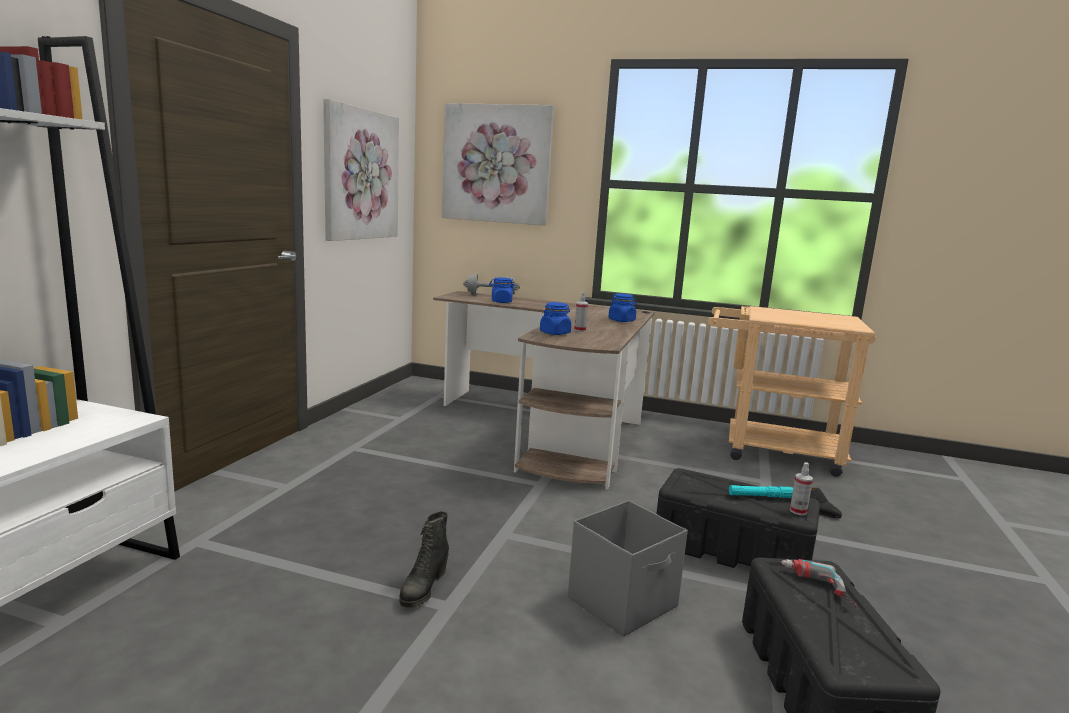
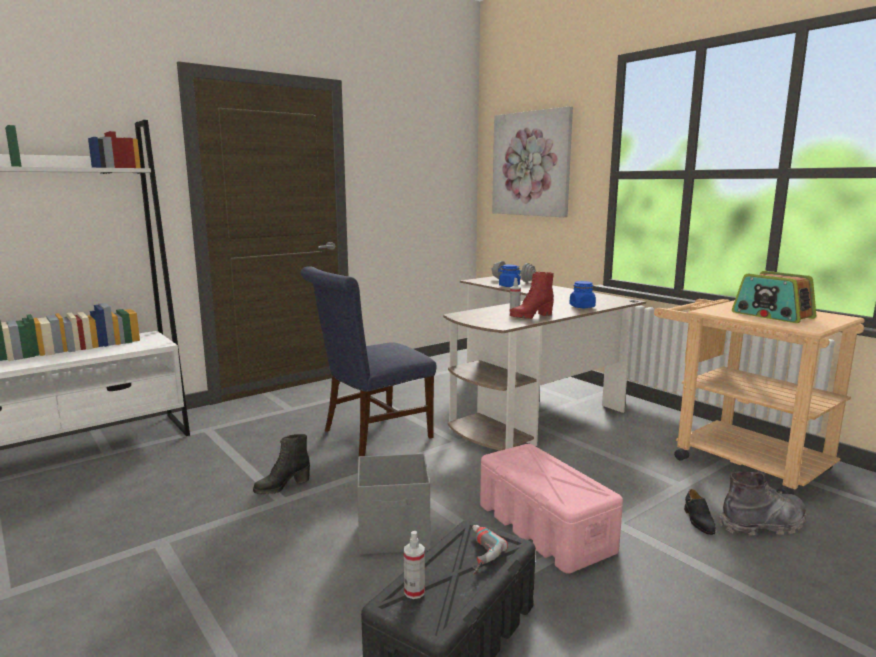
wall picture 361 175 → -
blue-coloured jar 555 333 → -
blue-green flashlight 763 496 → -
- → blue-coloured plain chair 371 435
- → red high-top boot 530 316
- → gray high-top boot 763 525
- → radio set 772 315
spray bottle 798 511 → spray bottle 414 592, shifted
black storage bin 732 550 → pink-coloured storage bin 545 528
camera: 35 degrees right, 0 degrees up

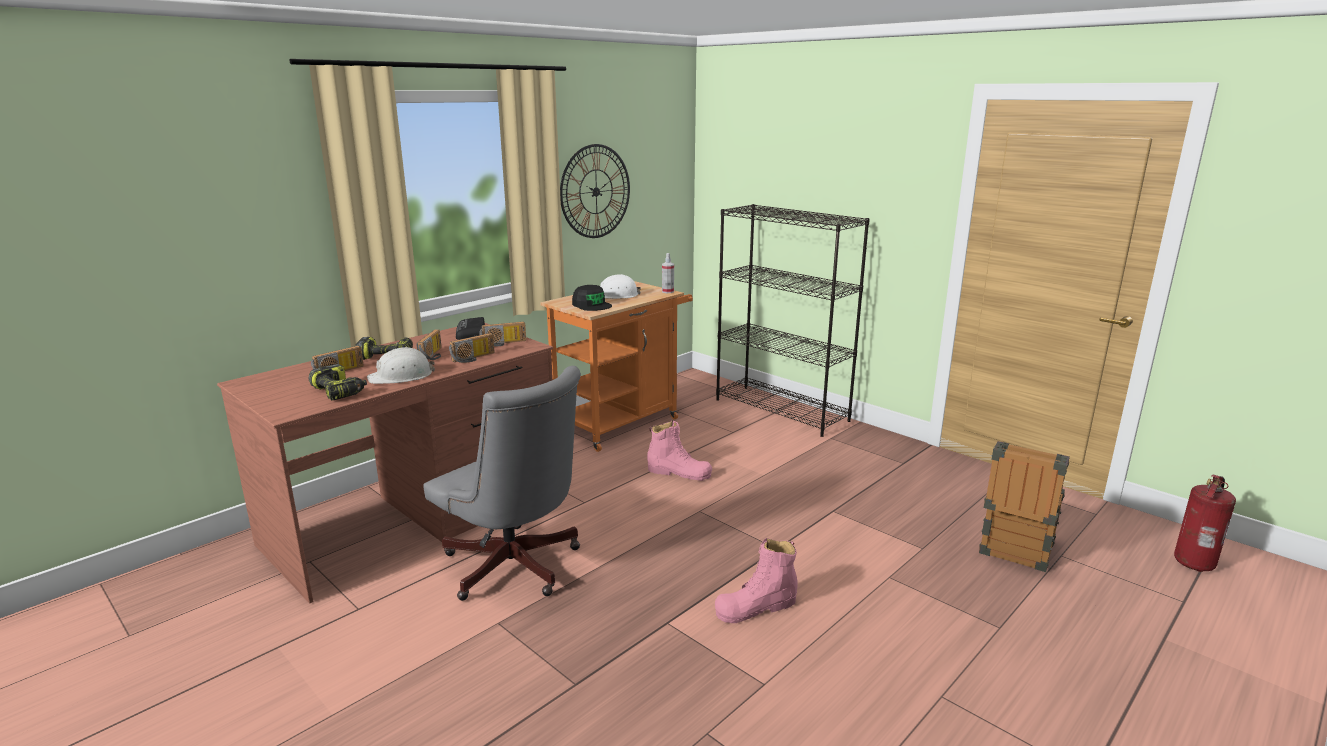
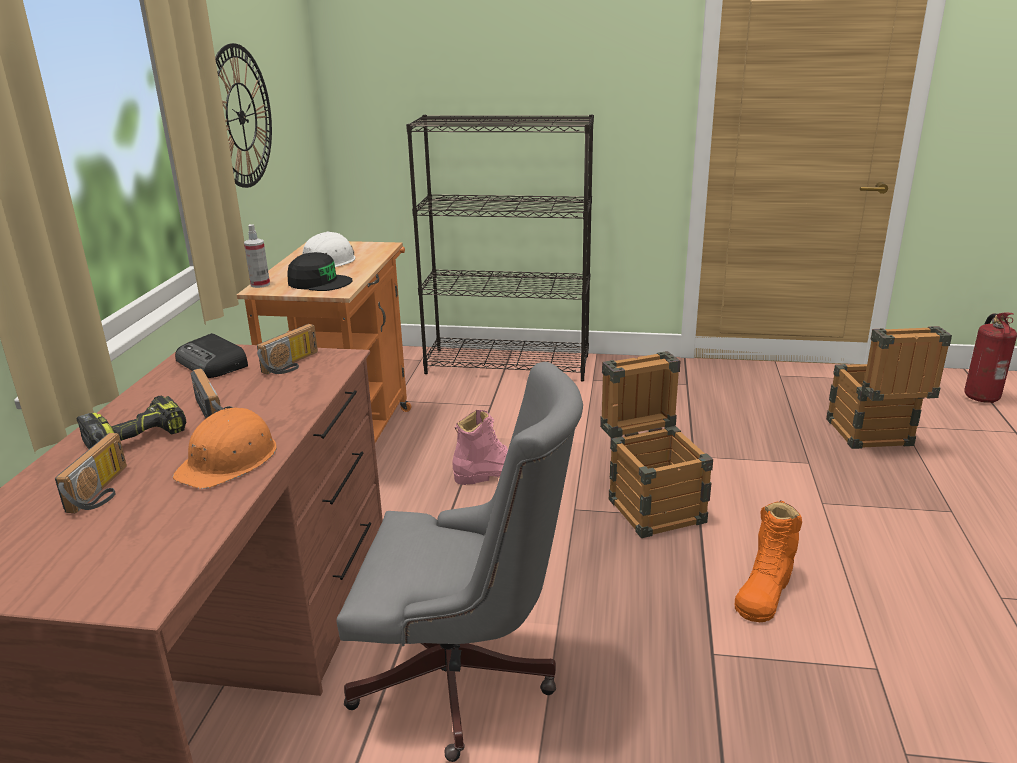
electric drill 340 391 → -
radio set 474 358 → -
- → shipping crate 651 504
spray bottle 668 291 → spray bottle 260 284, shifted
white-coloured hard hat 401 376 → orangey hard hat 229 460
pink-coloured high-top boot 756 607 → orangey high-top boot 764 590
camera: 35 degrees left, 5 degrees up

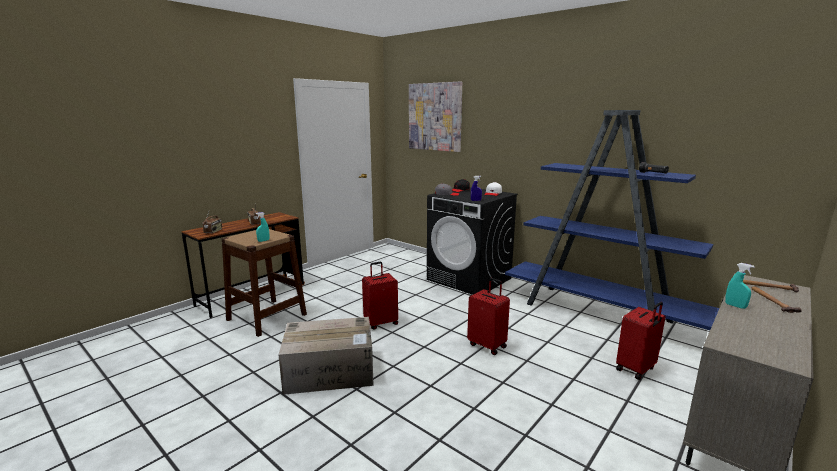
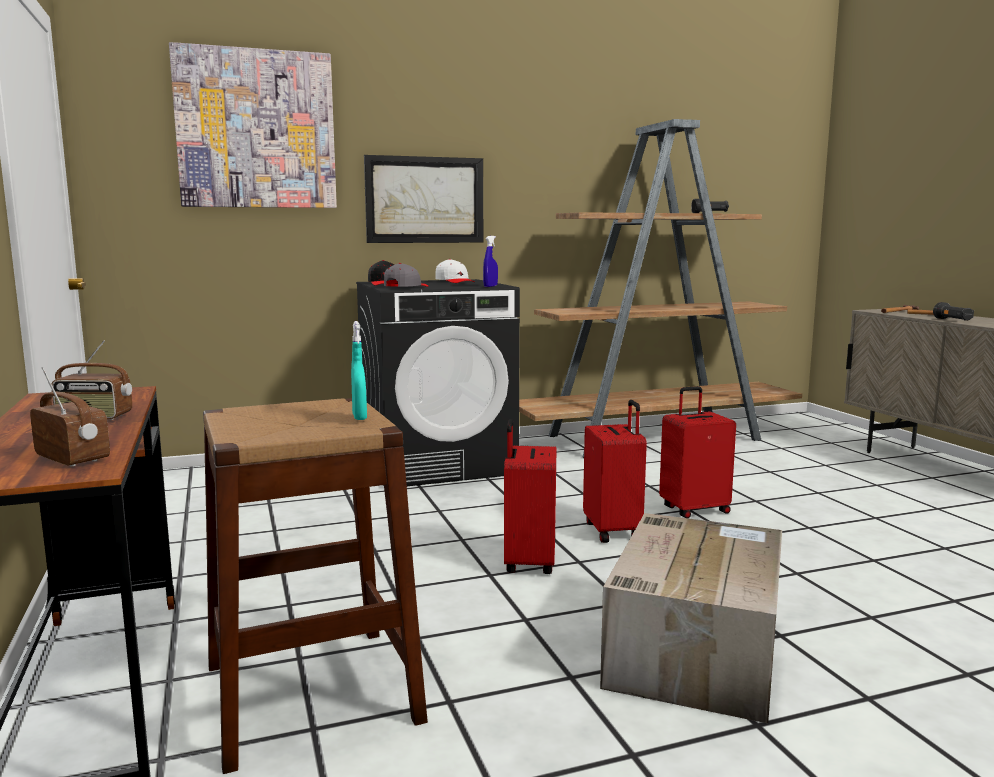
- → wall picture 424 200
red suitcase 636 369 → red suitcase 614 531, shifted
blue-green spray bottle 735 306 → black flashlight 953 320
blue-coloured bookshelf 599 313 → brown-coloured bookshelf 656 438
camera: 60 degrees left, 5 degrees down

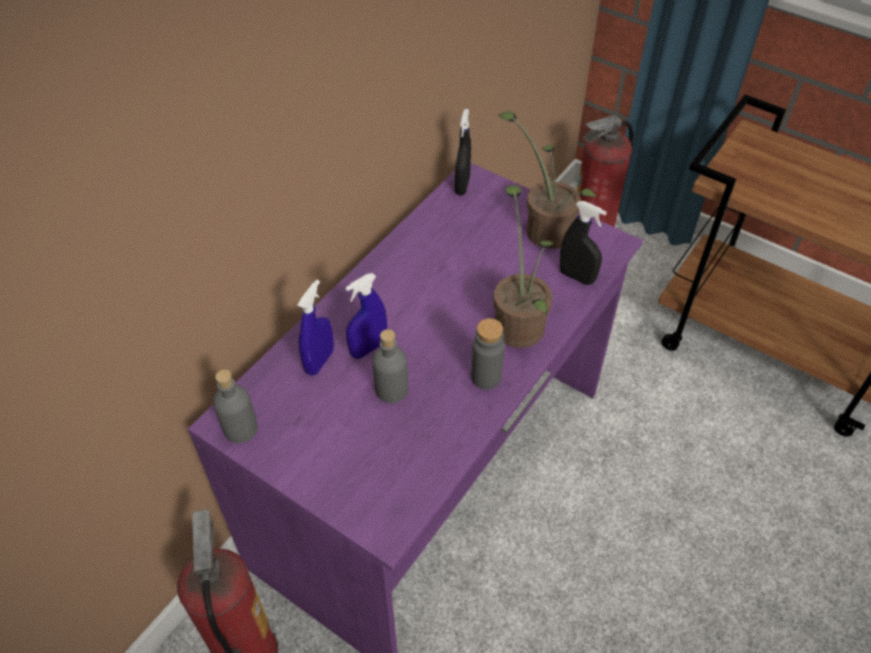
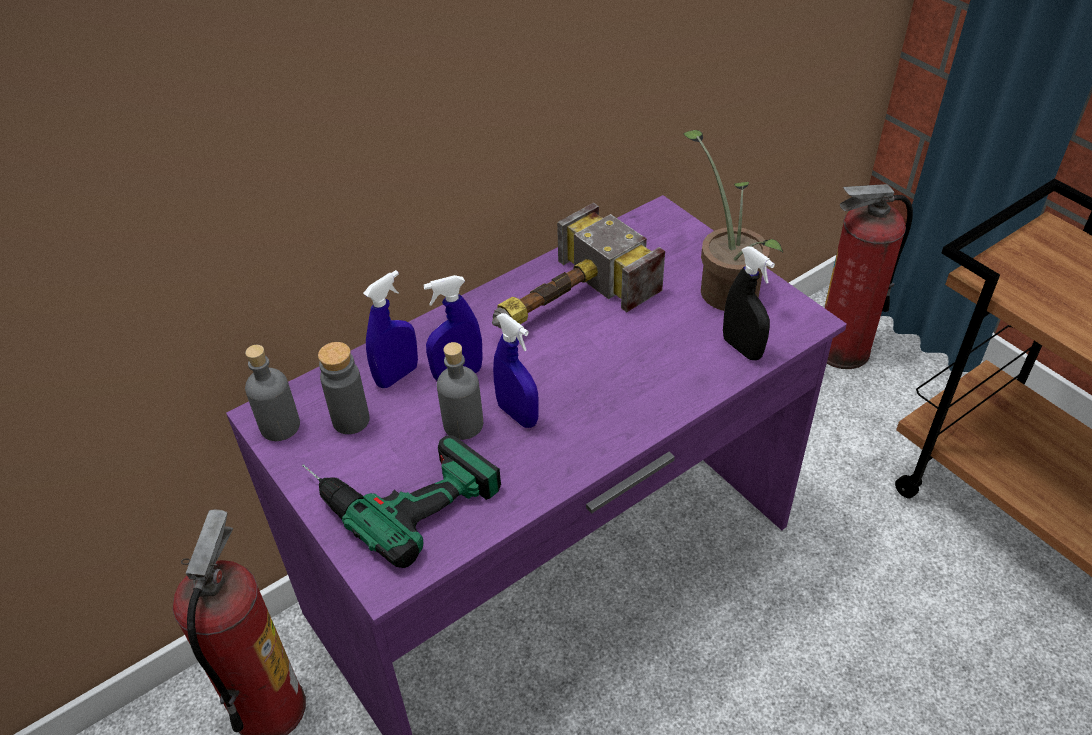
black spray bottle 462 185 → -
plant in a pot 519 321 → -
- → electric drill 397 488
- → tool hammer 563 303
- → blue-coloured spray bottle 517 415
gray bottle 486 377 → gray bottle 351 420, shifted
camera: 20 degrees right, 5 degrees down

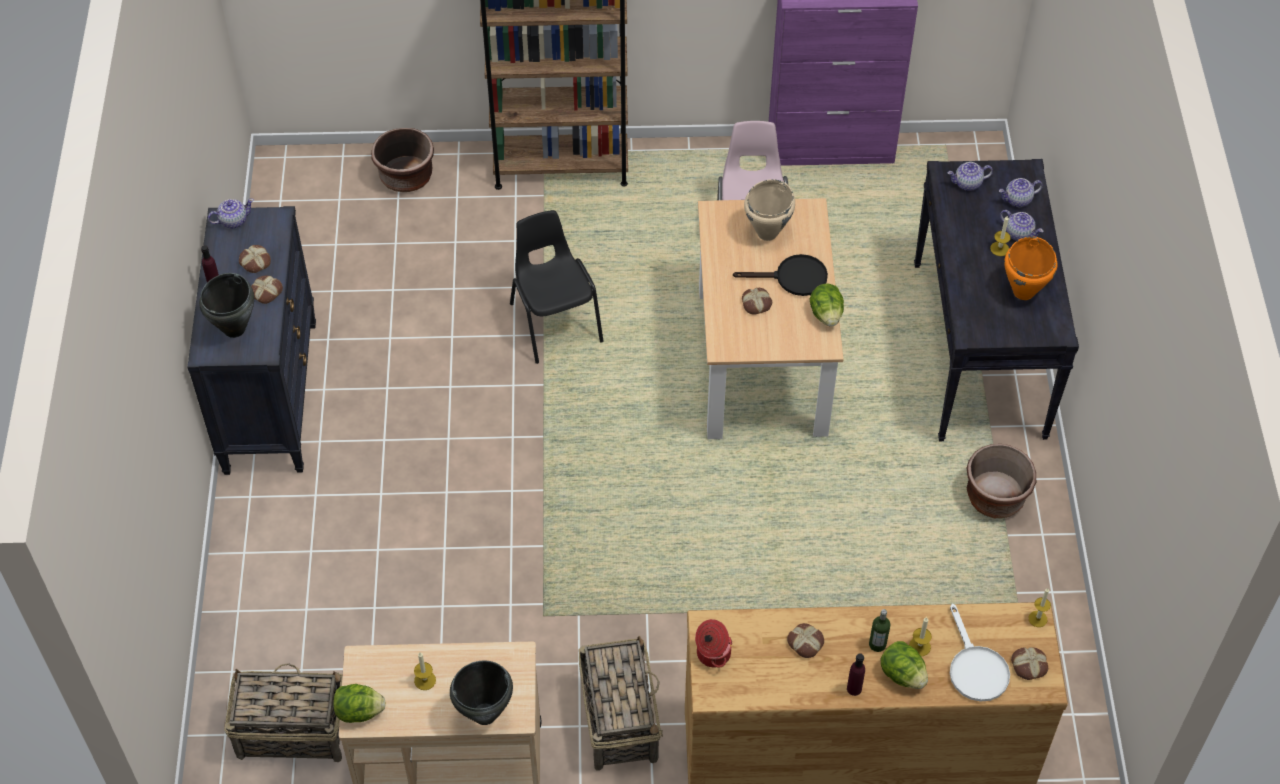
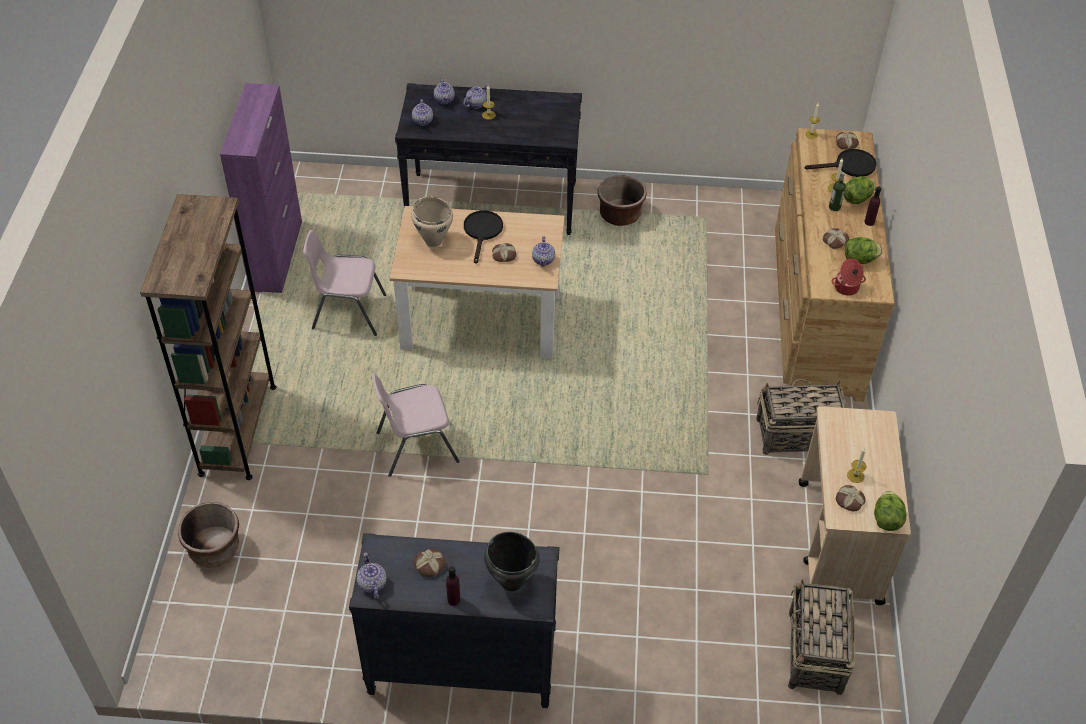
black stockpot 485 714 → -
orangey stockpot 1024 292 → -
- → teapot 543 260
baked bread 266 291 → baked bread 849 501, shifted
head of lettuce 826 314 → head of lettuce 859 260, shifted
black plain chair 555 321 → pink-coloured plain chair 416 446
white-coloured skillet 975 668 → black skillet 849 166
camera: 85 degrees left, 5 degrees down

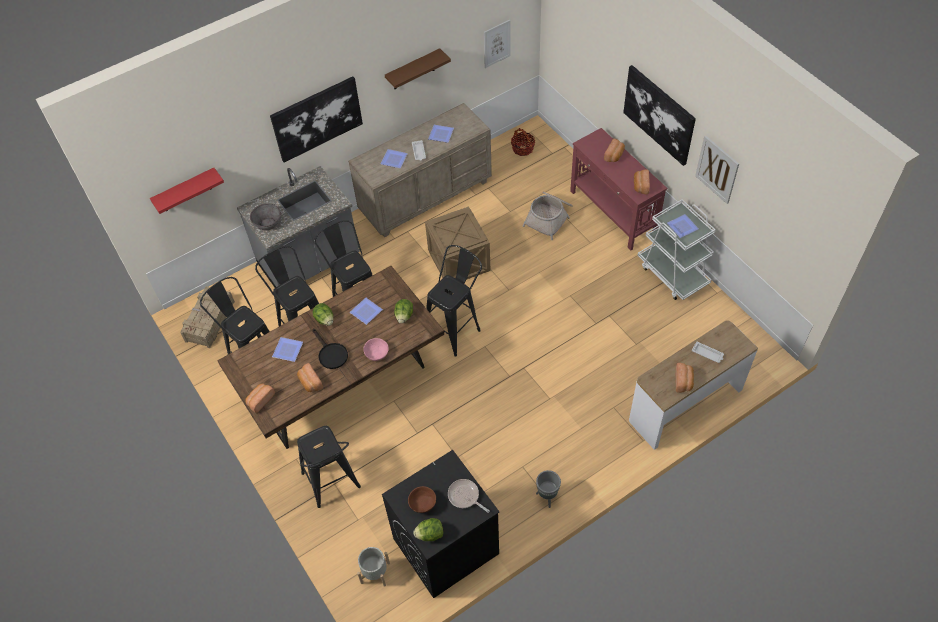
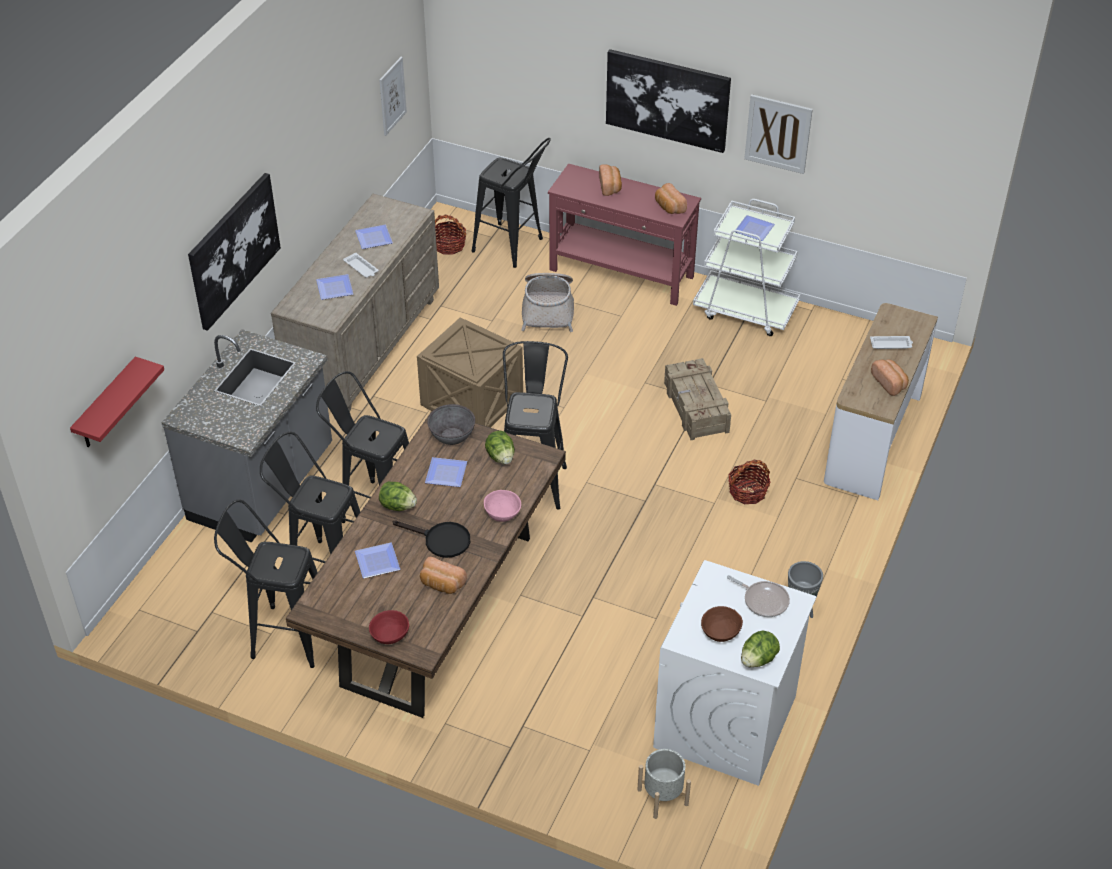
brown-coloured shelf 413 70 → -
- → basket 747 492
shipping crate 209 322 → shipping crate 695 408, shifted
gray bowl 268 223 → gray bowl 452 435, shifted
black sitting stool 333 485 → black sitting stool 513 248, shifted
baked bread 260 400 → red bowl 390 635
black laundry machine 445 547 → white-coloured laundry machine 725 722
skillet 465 496 → skillet 763 600, 150 degrees counterclockwise
camera: 35 degrees left, 10 degrees down

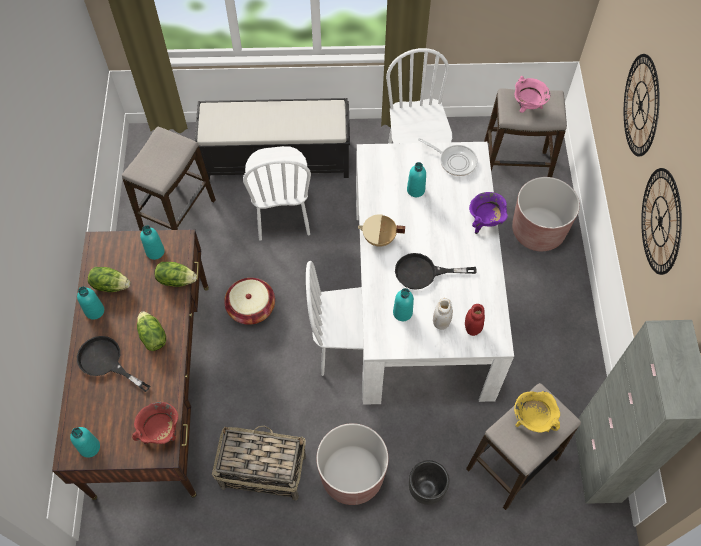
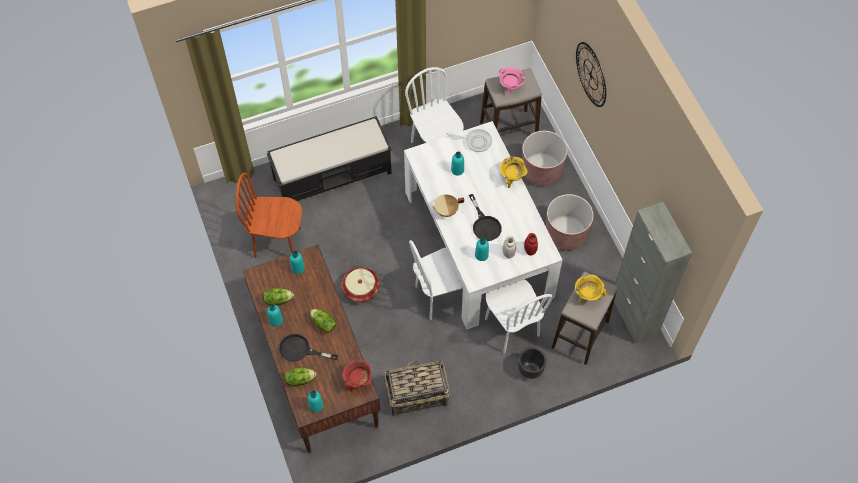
wall clock 661 221 → -
head of lettuce 176 279 → head of lettuce 300 379, shifted
white-coloured plain chair 282 216 → white-coloured plain chair 511 327, shifted
brown-coloured plant pot 352 475 → brown-coloured plant pot 566 234, shifted
sitting stool 178 217 → brown-coloured plain chair 277 242
purplish stockpot 485 222 → yellow-coloured stockpot 512 178
black skillet 423 273 → black skillet 484 224, 90 degrees counterclockwise
camera: 20 degrees left, 0 degrees up

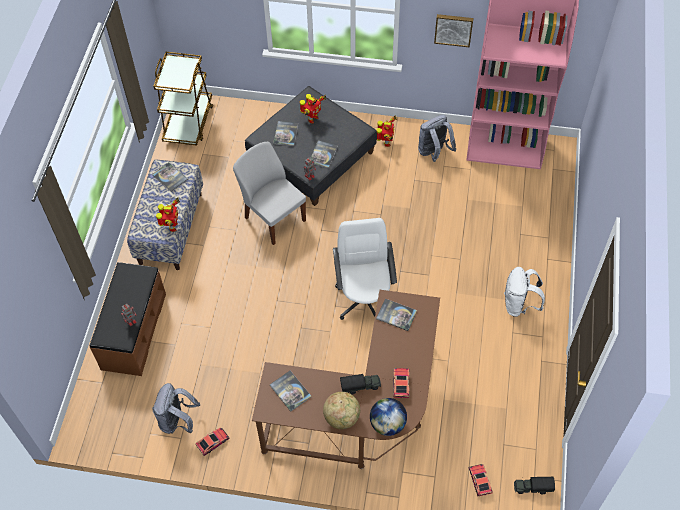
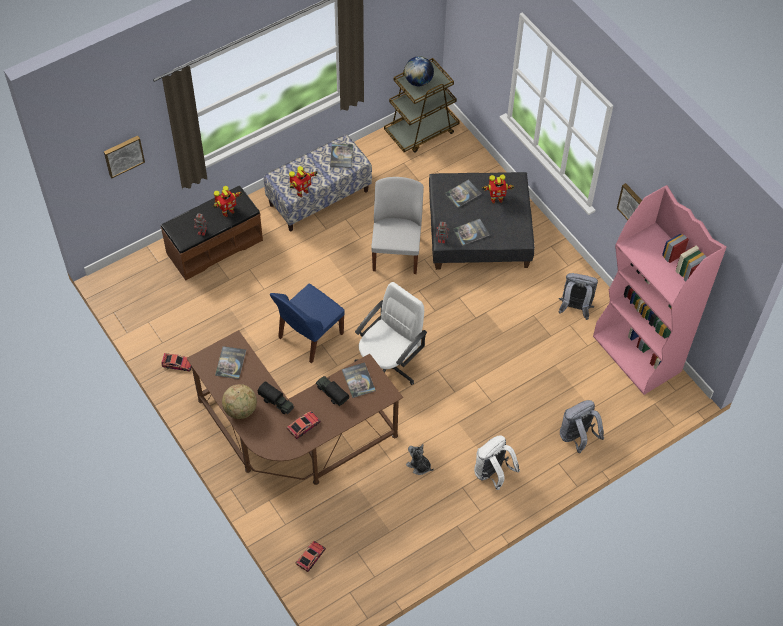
- → wall picture 123 155
- → blue-coloured plain chair 309 337
- → plush toy 419 466
gray rucksack 178 421 → gray rucksack 577 438, shifted
desk globe 387 424 → desk globe 418 81, shifted
toy robot 386 142 → toy robot 227 212, shifted
model truck 532 488 → model truck 331 393, shifted
camera: 45 degrees right, 0 degrees up

